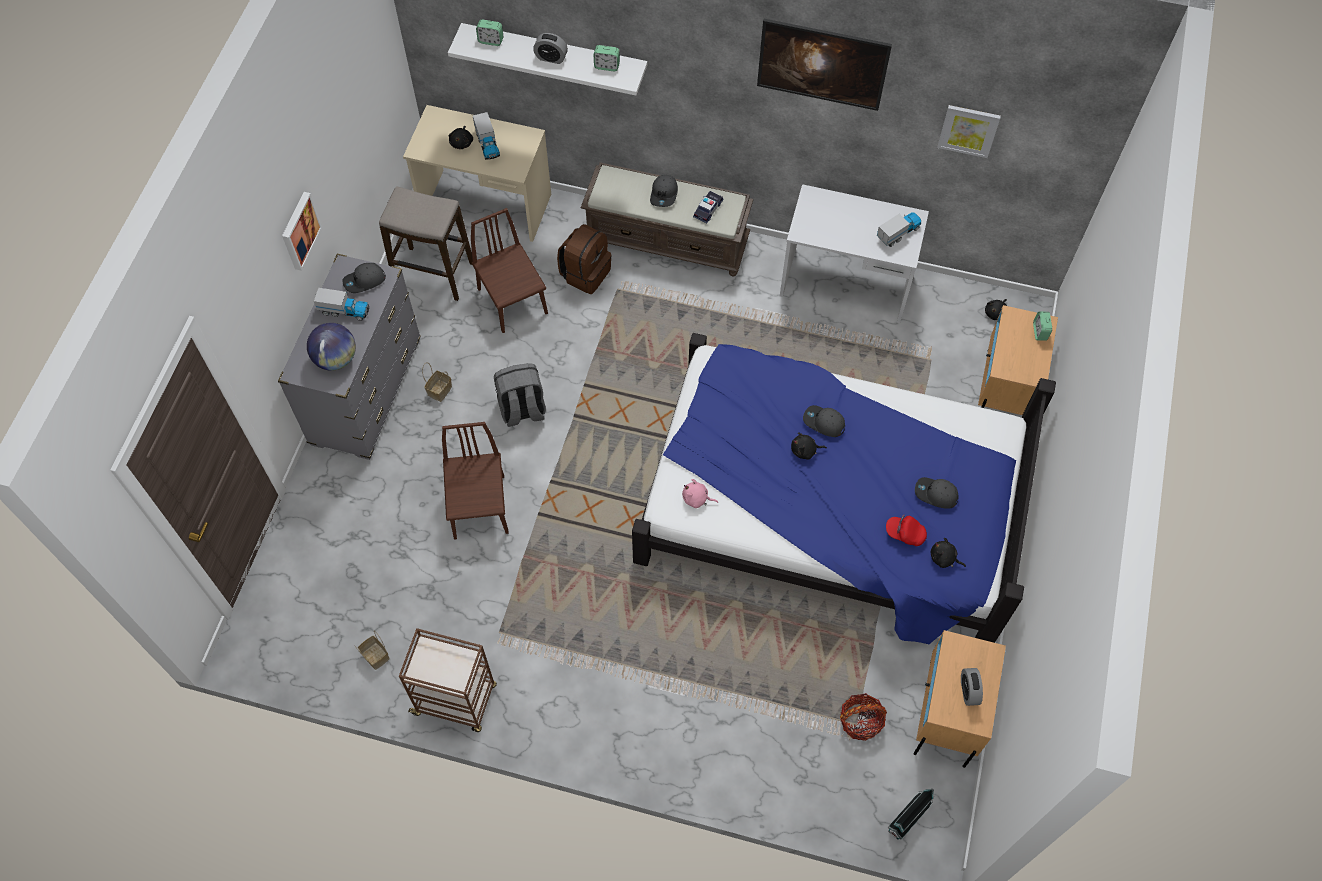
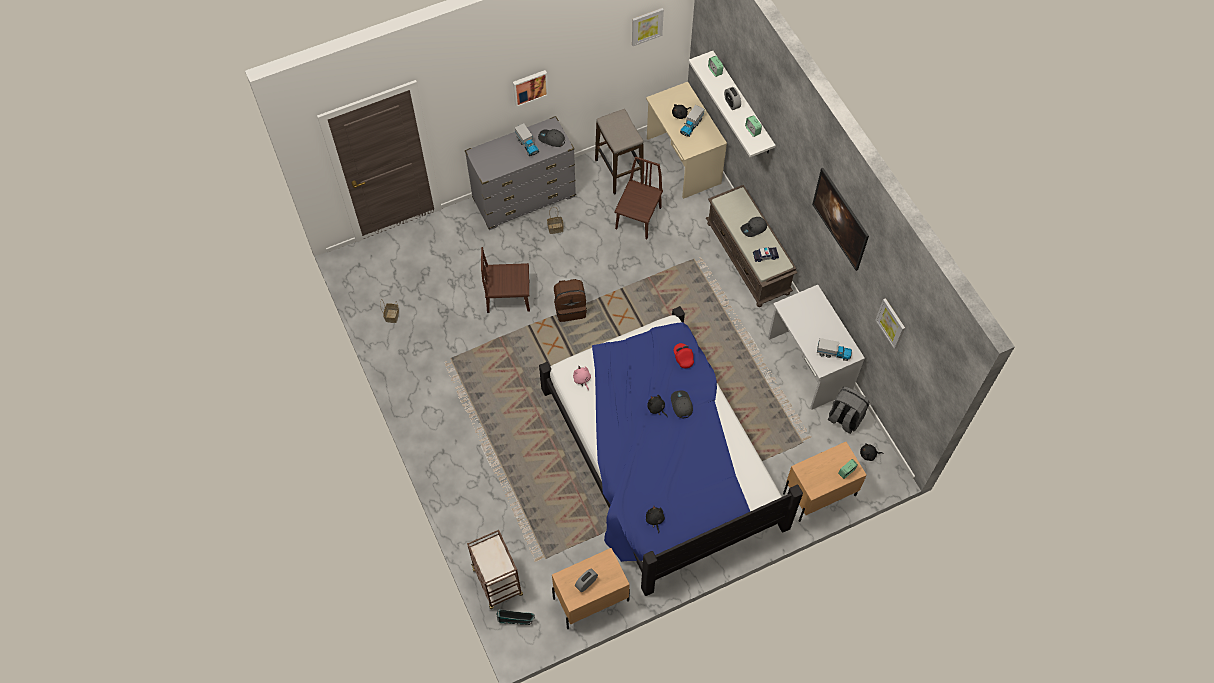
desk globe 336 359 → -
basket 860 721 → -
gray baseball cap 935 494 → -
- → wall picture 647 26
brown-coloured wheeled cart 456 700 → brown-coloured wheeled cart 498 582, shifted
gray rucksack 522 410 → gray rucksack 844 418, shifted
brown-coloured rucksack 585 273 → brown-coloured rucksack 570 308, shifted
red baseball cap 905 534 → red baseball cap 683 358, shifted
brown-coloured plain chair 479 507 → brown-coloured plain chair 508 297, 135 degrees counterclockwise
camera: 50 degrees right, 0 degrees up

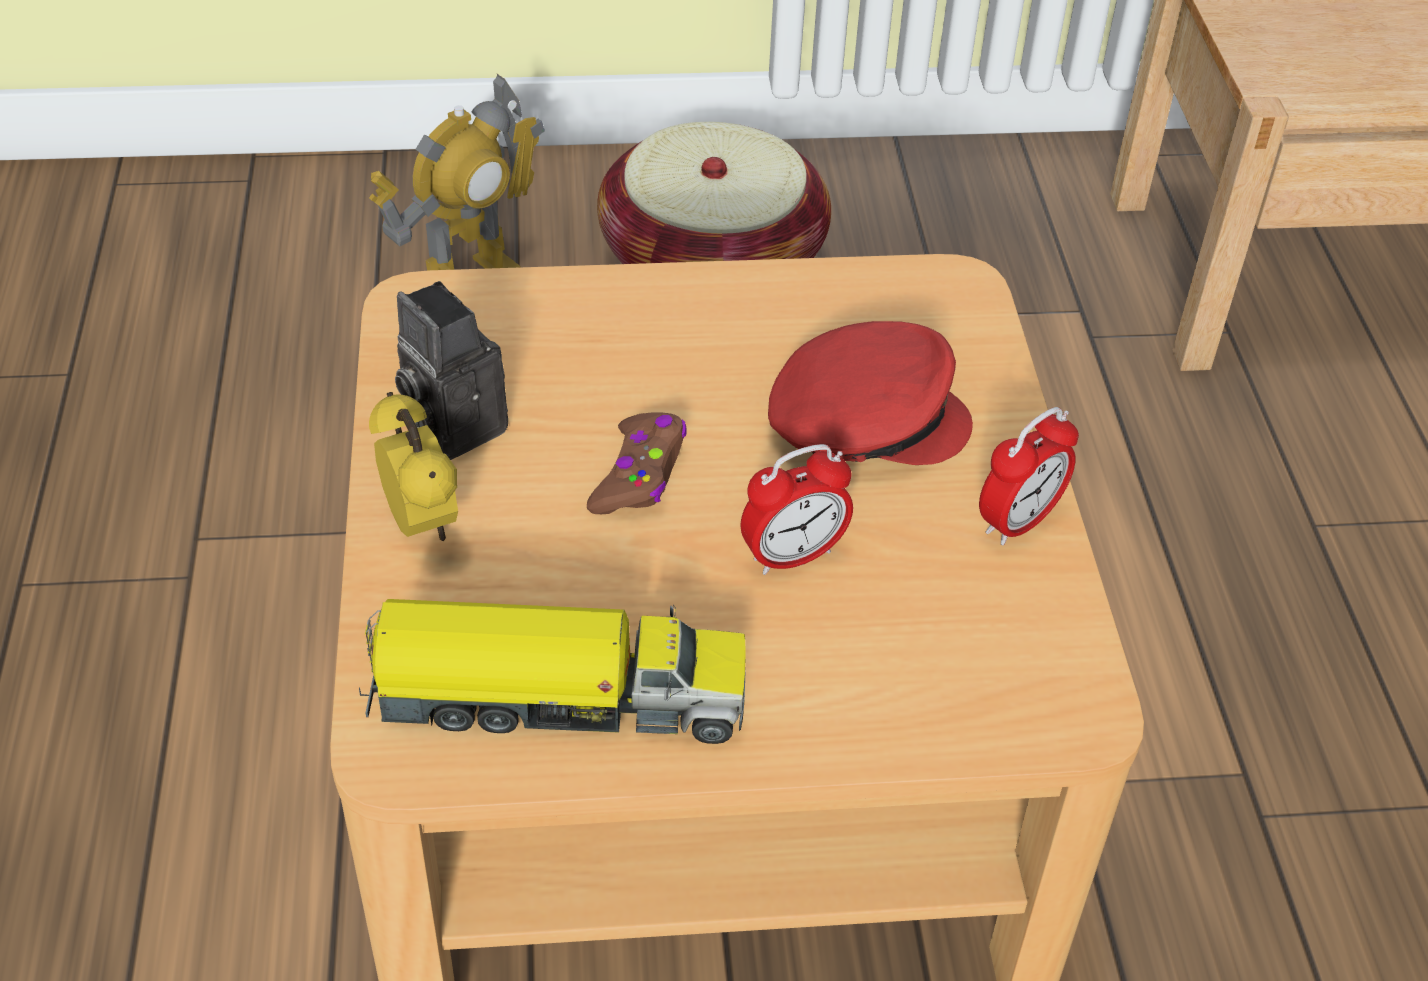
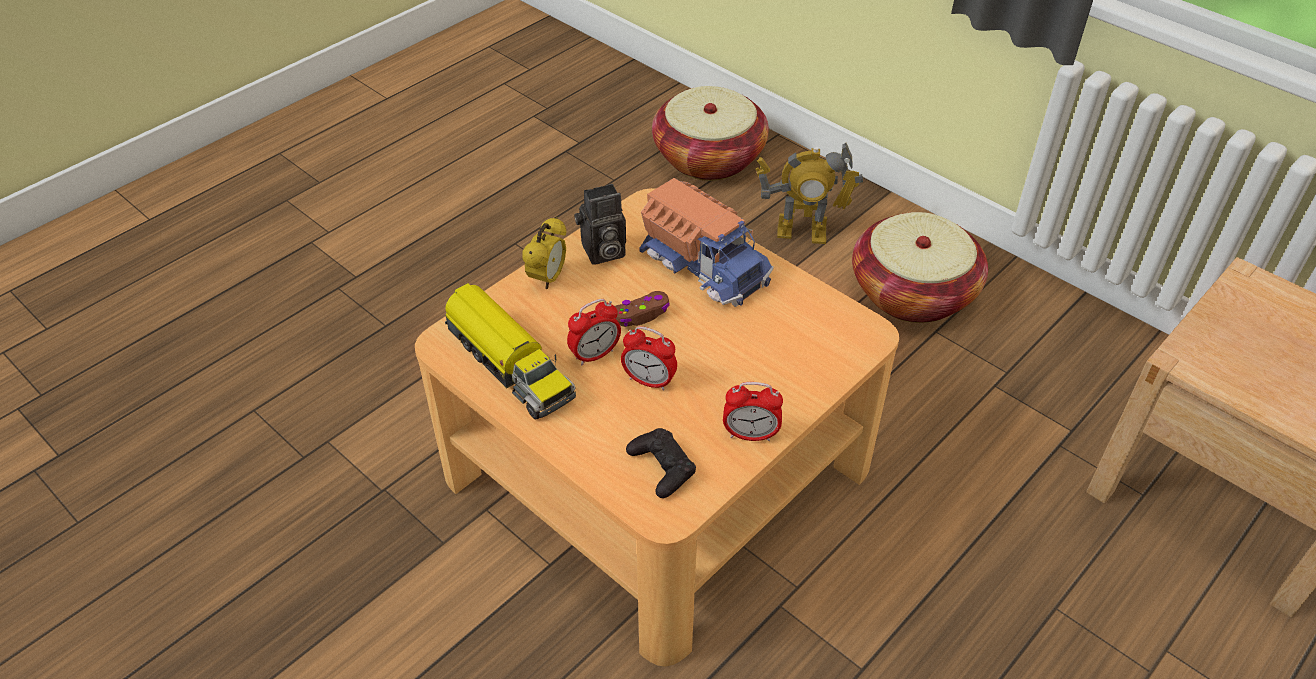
red baseball cap 864 420 → -
- → alarm clock 595 355
- → black game controller 662 467
- → model truck 705 264
- → basket 709 158
still camera 448 425 → still camera 602 253, 120 degrees counterclockwise
camera: 50 degrees right, 0 degrees up

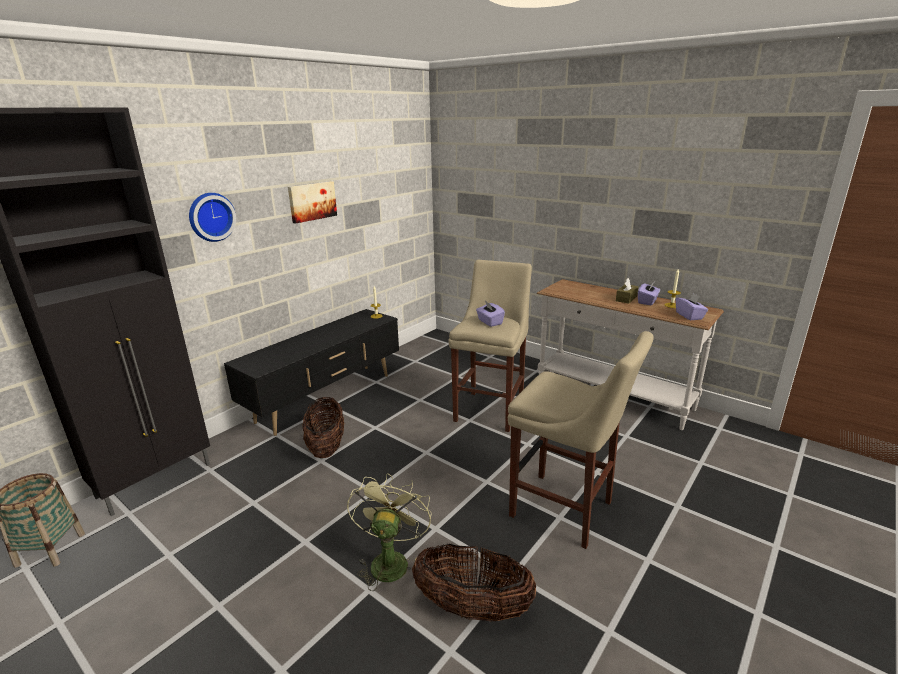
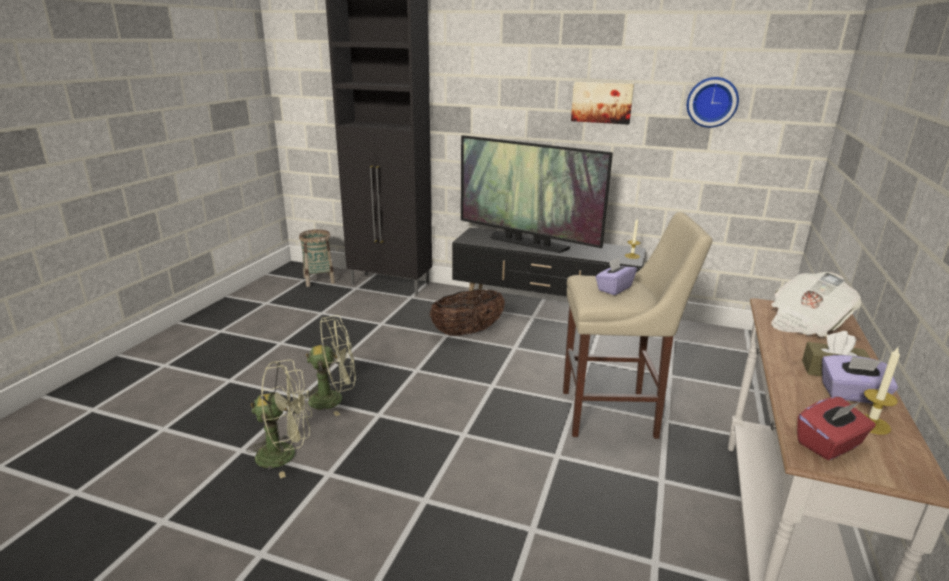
beige-coloured sitting stool 566 511 → -
- → TV set 527 243
- → printed paper 805 323
wall clock 211 217 → wall clock 712 102, shifted
basket 472 608 → green cooling fan 285 454
purplish tissue holder 689 316 → red tissue holder 829 444
camera: 70 degrees right, 0 degrees up

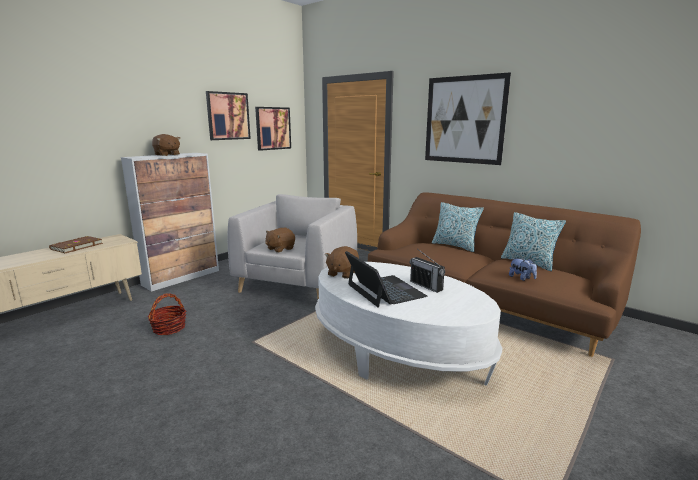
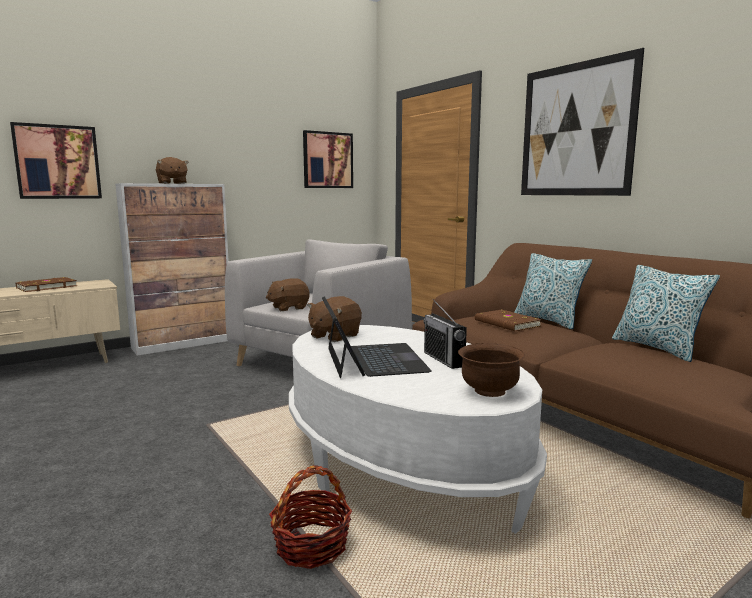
plush toy 521 278 → -
- → brown-coloured bowl 489 391
- → brown-coloured volume 506 323
basket 169 328 → basket 311 546, shifted
wall picture 228 116 → wall picture 57 162, shifted
camera: 15 degrees right, 5 degrees down

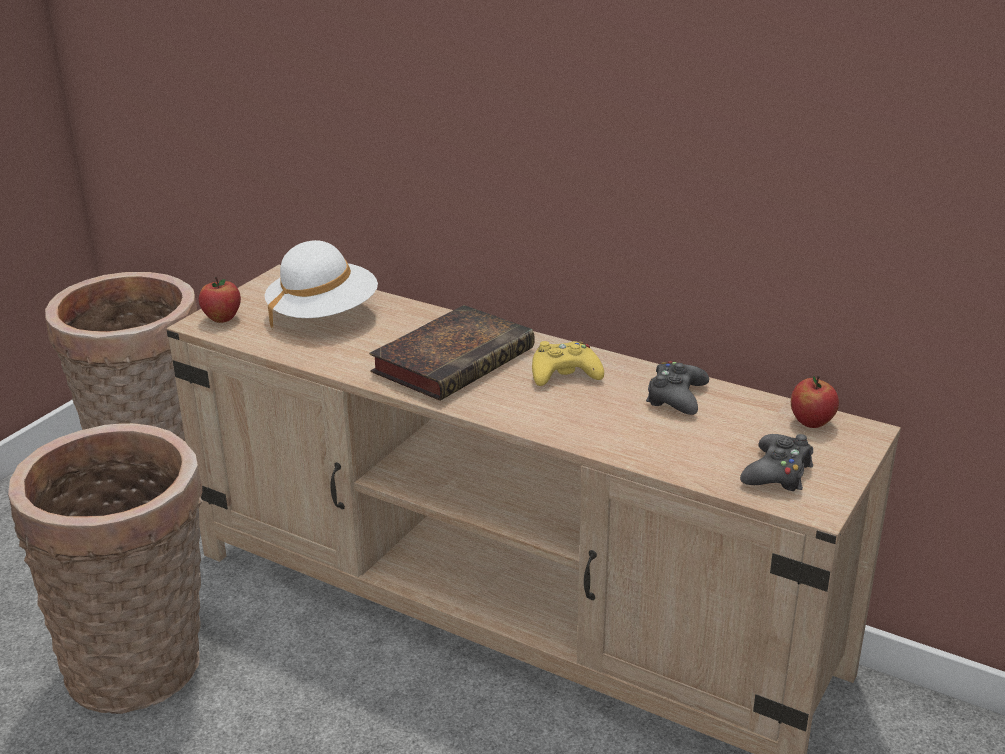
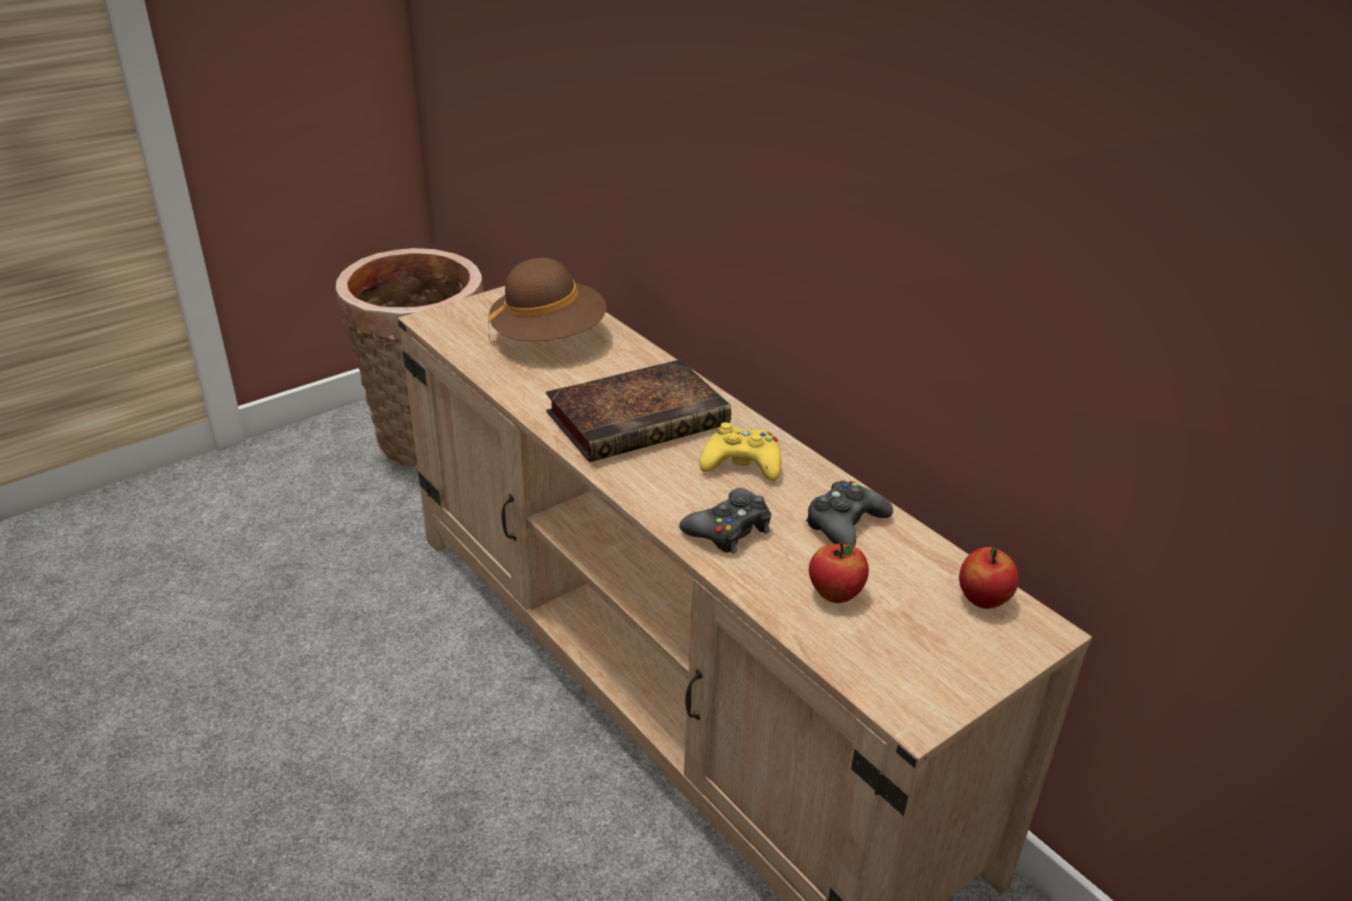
basket 143 666 → -
apple 222 318 → apple 835 594, shifted
black game controller 778 473 → black game controller 729 530, shifted
white-coloured wearable hat 323 315 → brown-coloured wearable hat 548 337
camera: 20 degrees right, 5 degrees up

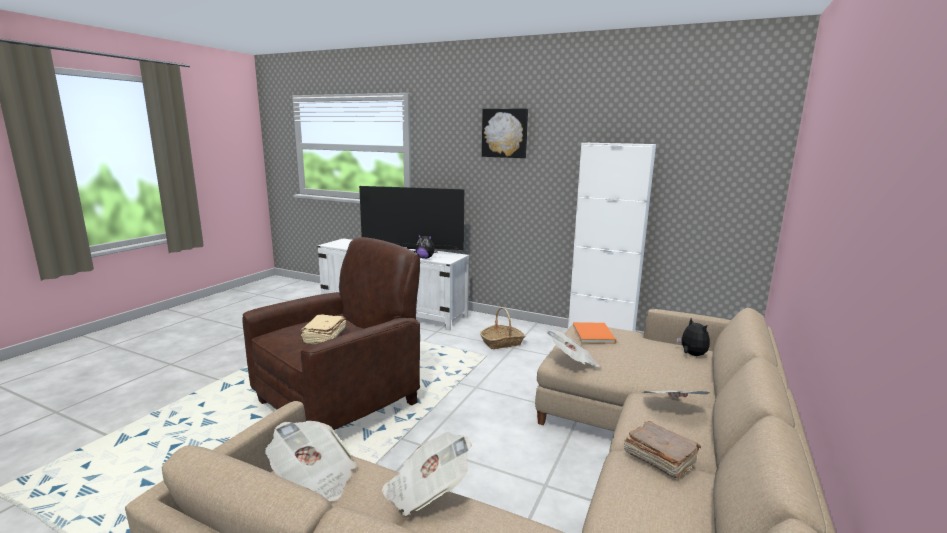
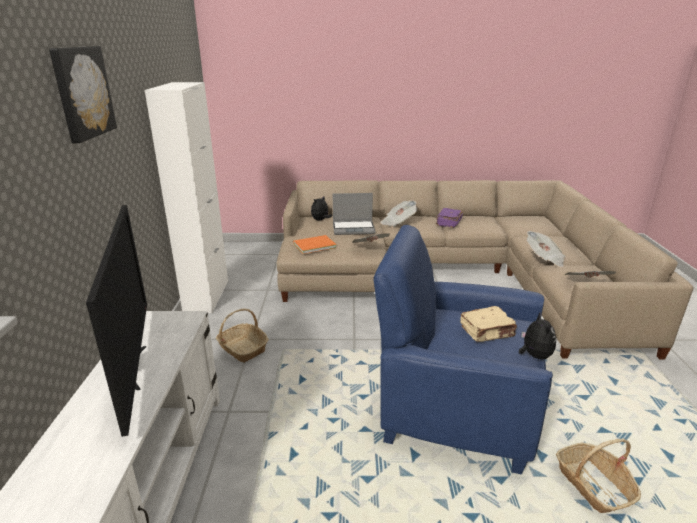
- → portable computer 354 228
- → basket 593 485
plush toy 425 258 → plush toy 534 356, shifted
brown-coloured lounge chair 340 402 → blue-coloured lounge chair 454 409
brown-coloured volume 659 458 → purplish volume 448 223
camera: 115 degrees left, 10 degrees up

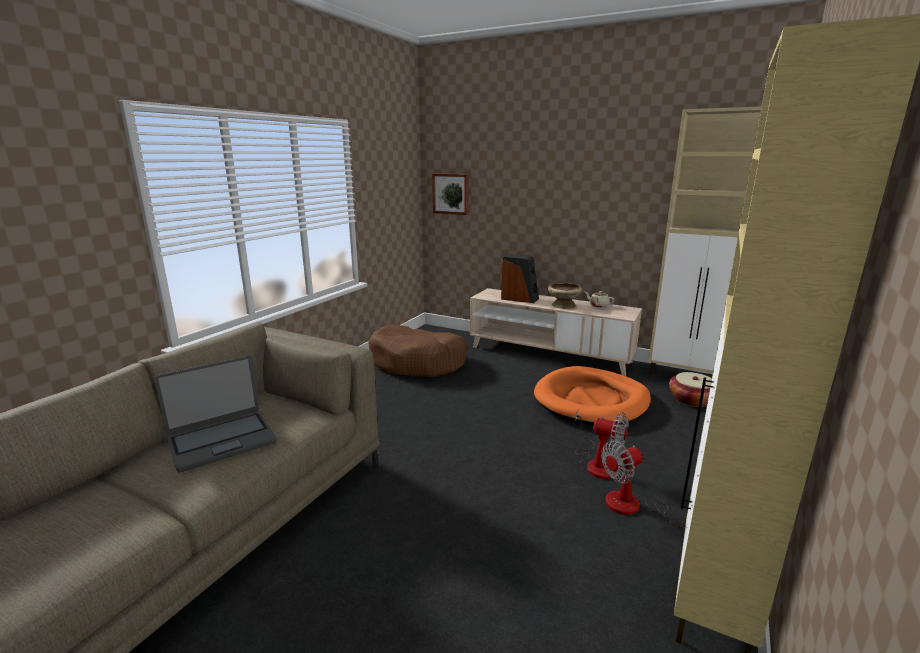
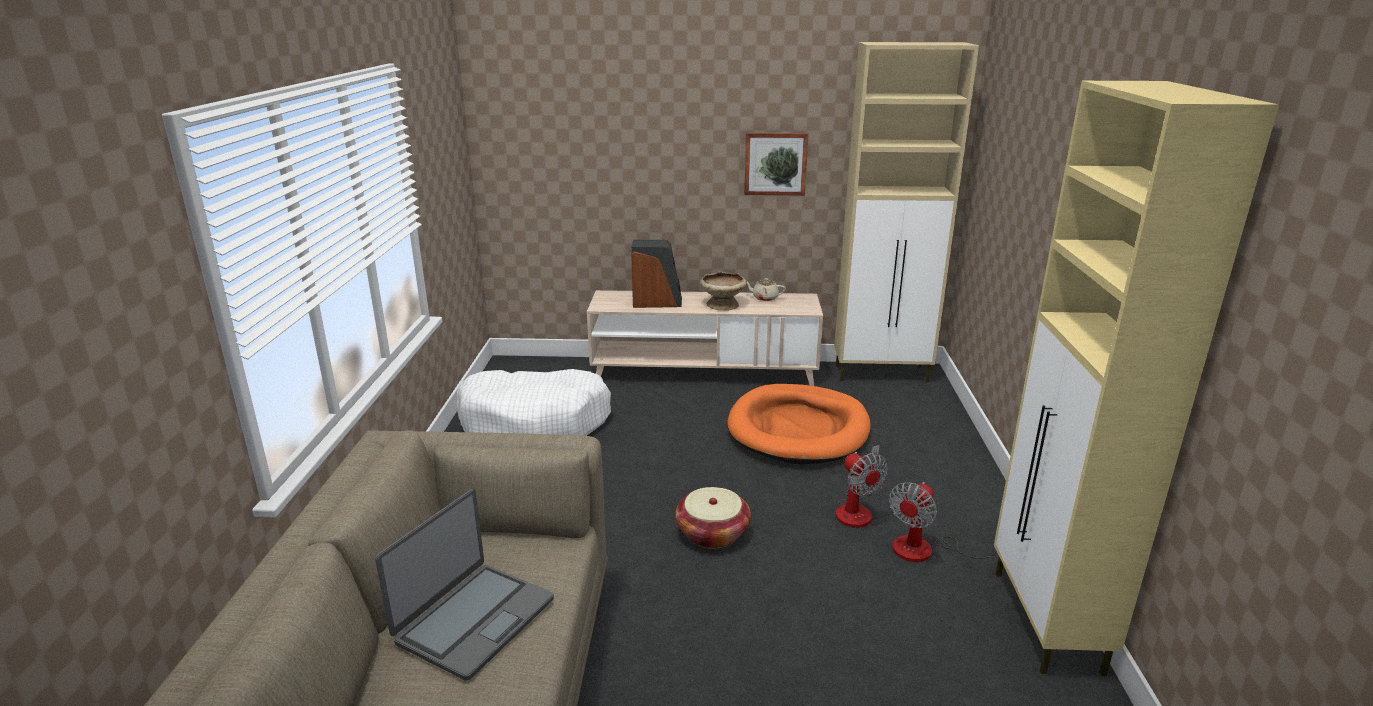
wall picture 451 193 → wall picture 775 163, shifted
basket 691 400 → basket 712 533, shifted
brown-coloured pet bed 418 363 → white-coloured pet bed 535 423
cooling fan 597 463 → cooling fan 857 509, 60 degrees clockwise
camera: 25 degrees left, 5 degrees up

